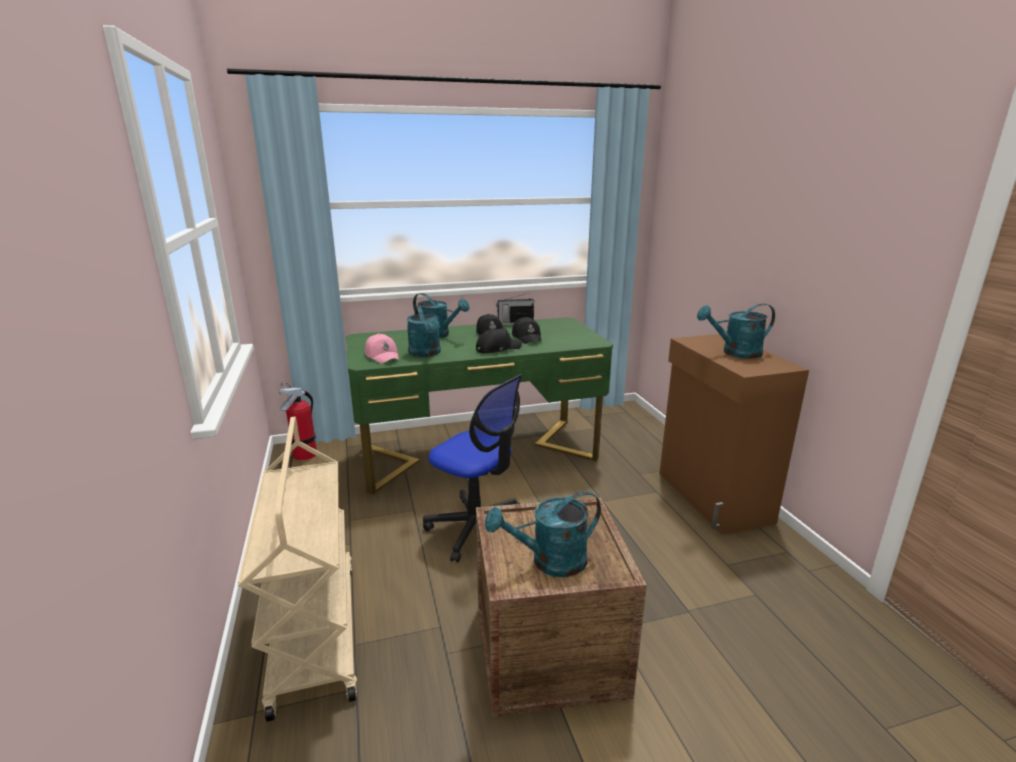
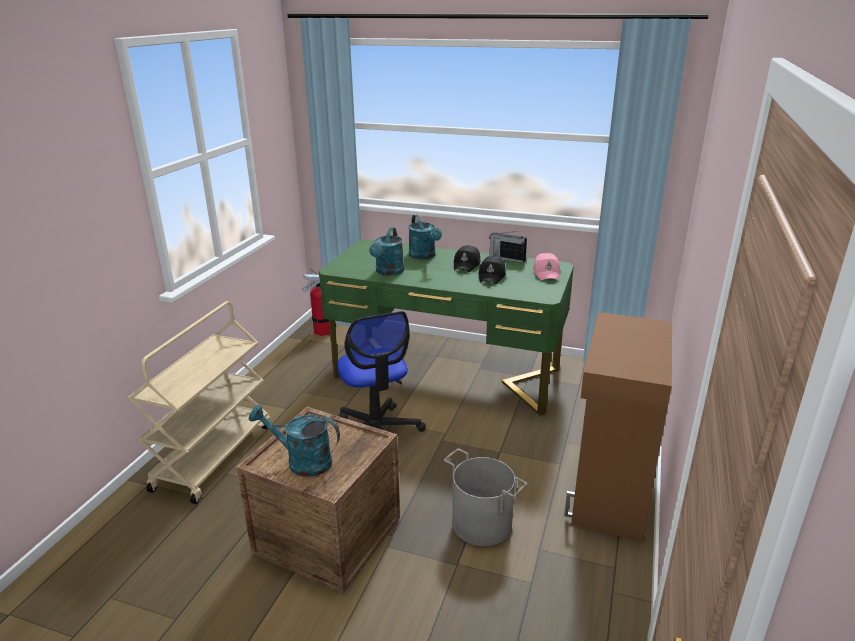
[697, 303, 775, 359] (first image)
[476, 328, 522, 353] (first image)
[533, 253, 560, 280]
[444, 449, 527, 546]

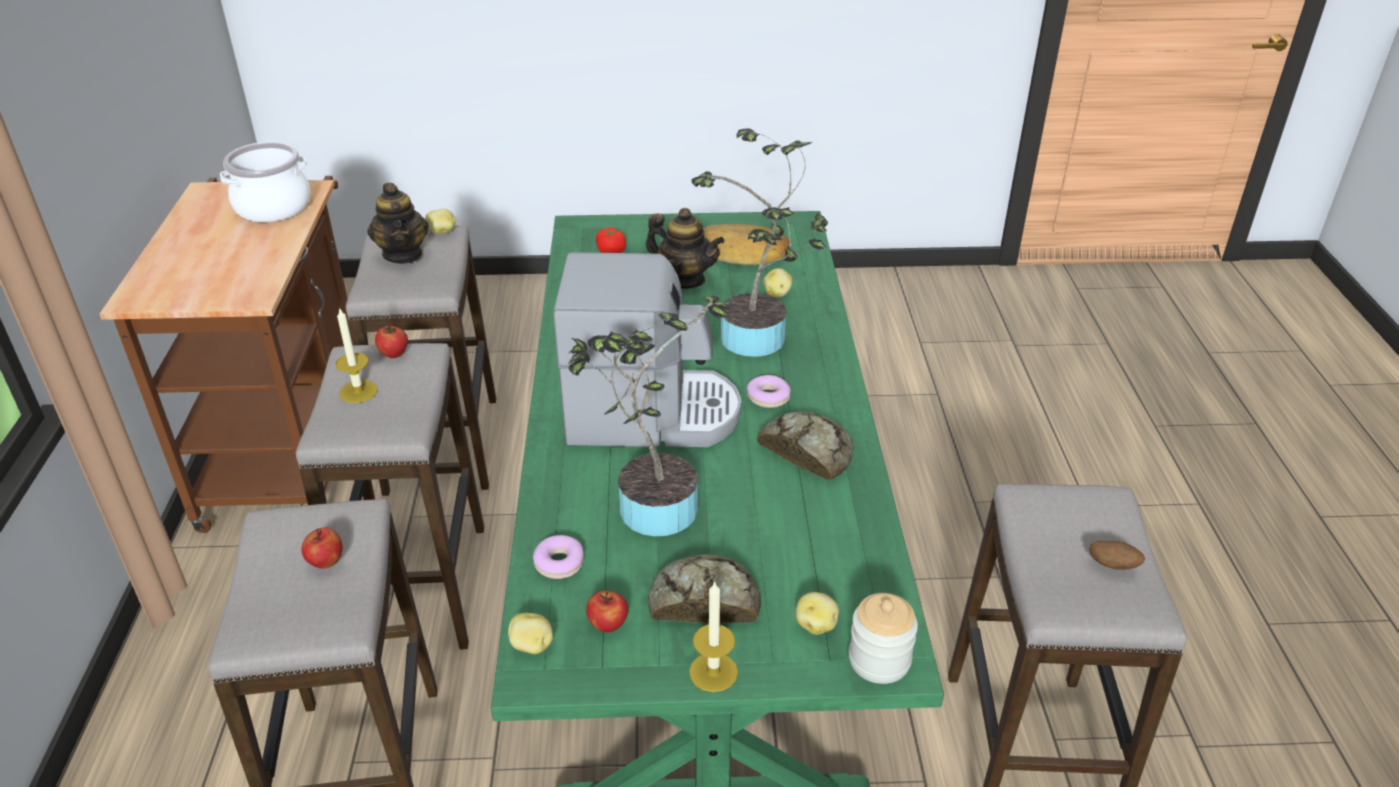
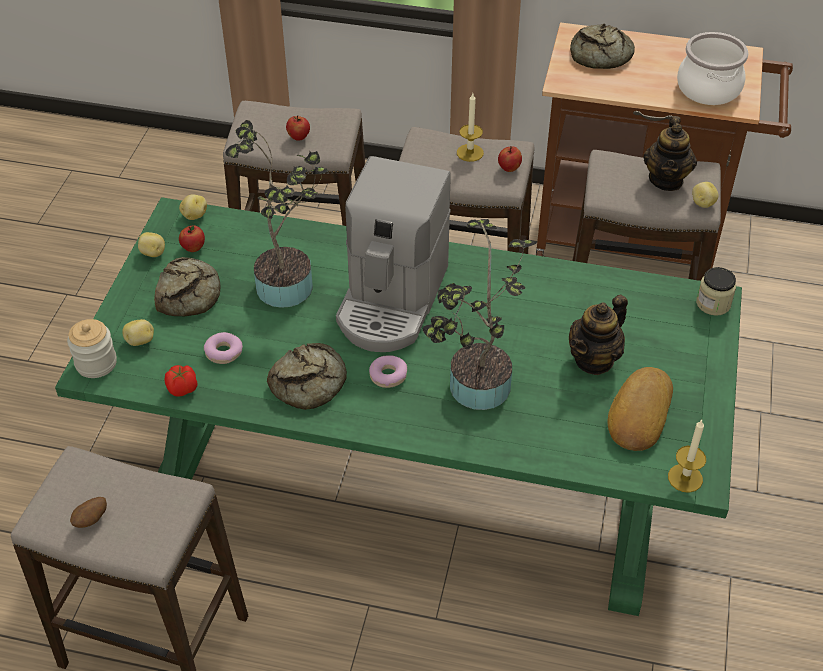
[643, 116, 697, 191]
[165, 364, 198, 397]
[138, 232, 165, 257]
[204, 332, 243, 364]
[668, 420, 706, 493]
[570, 23, 635, 69]
[696, 267, 736, 316]

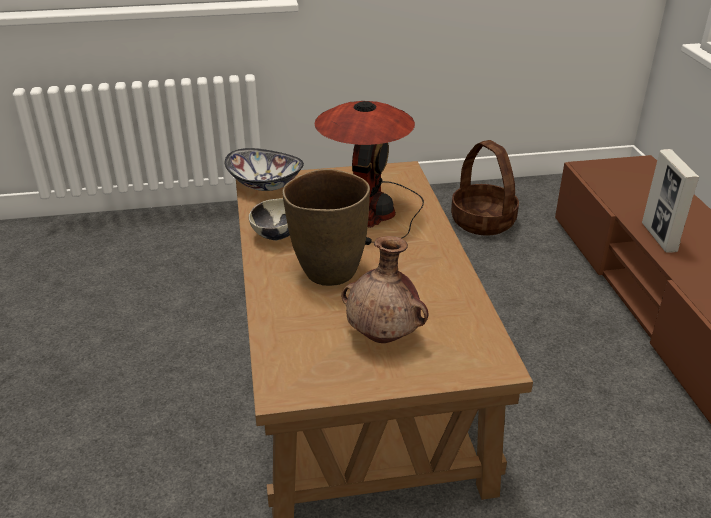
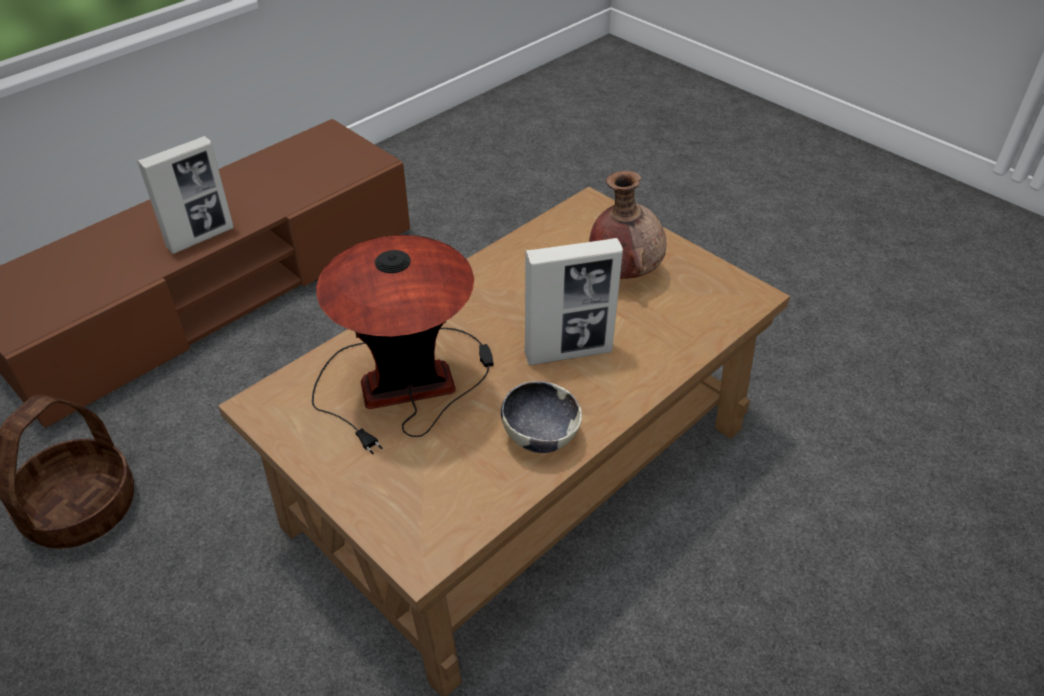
[225, 148, 304, 191] (first image)
[525, 238, 623, 365]

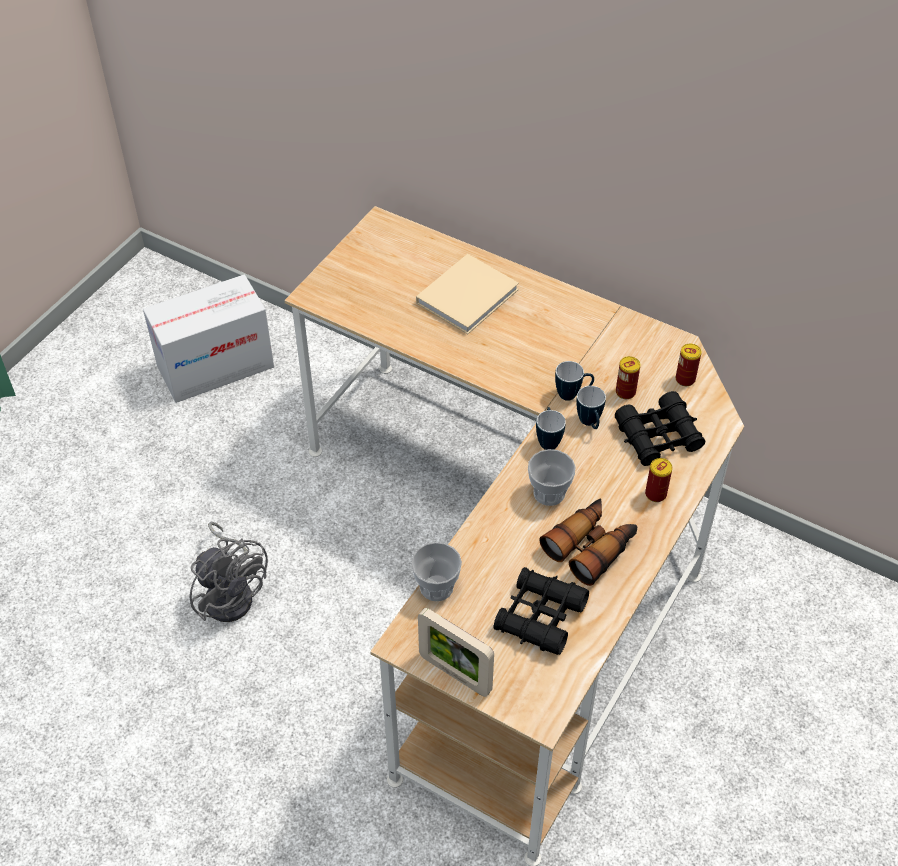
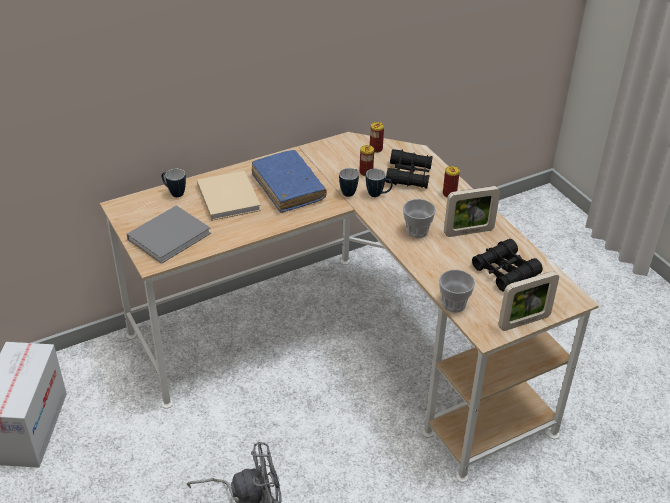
[162, 169, 186, 197]
[444, 186, 500, 237]
[252, 150, 327, 213]
[127, 205, 211, 264]

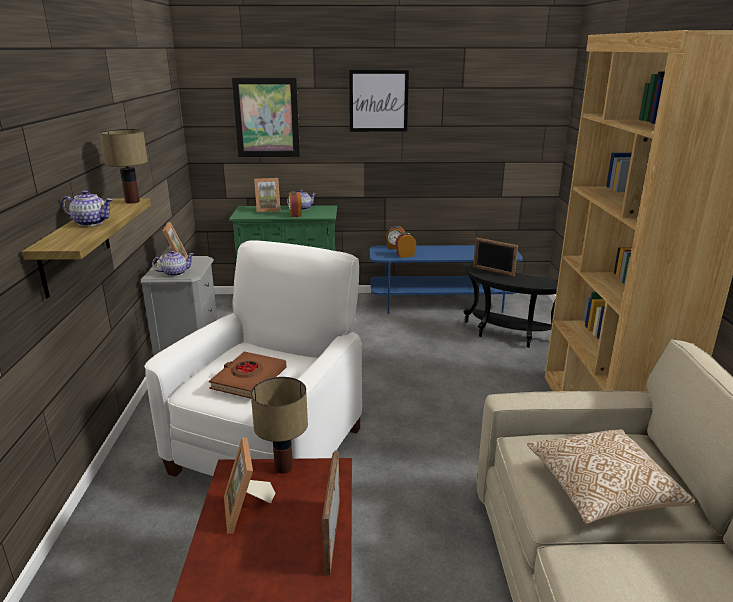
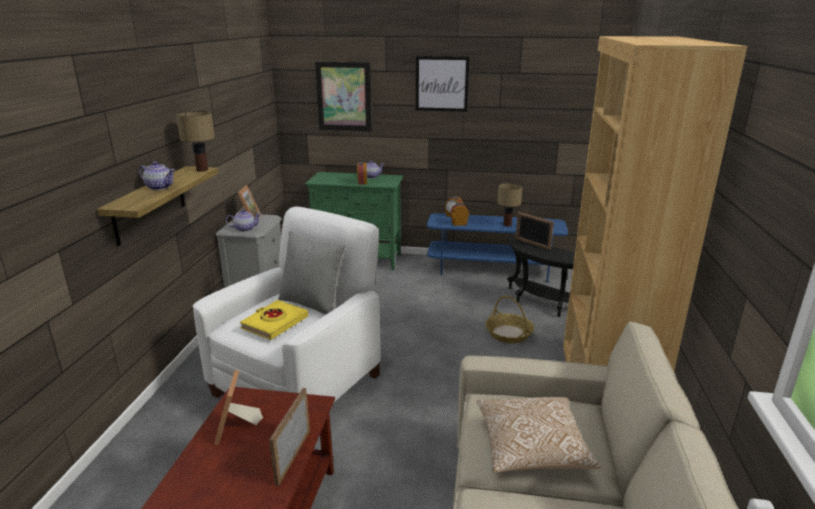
[254, 178, 281, 213] (first image)
[240, 300, 308, 340]
[497, 183, 522, 226]
[278, 231, 346, 315]
[486, 295, 534, 343]

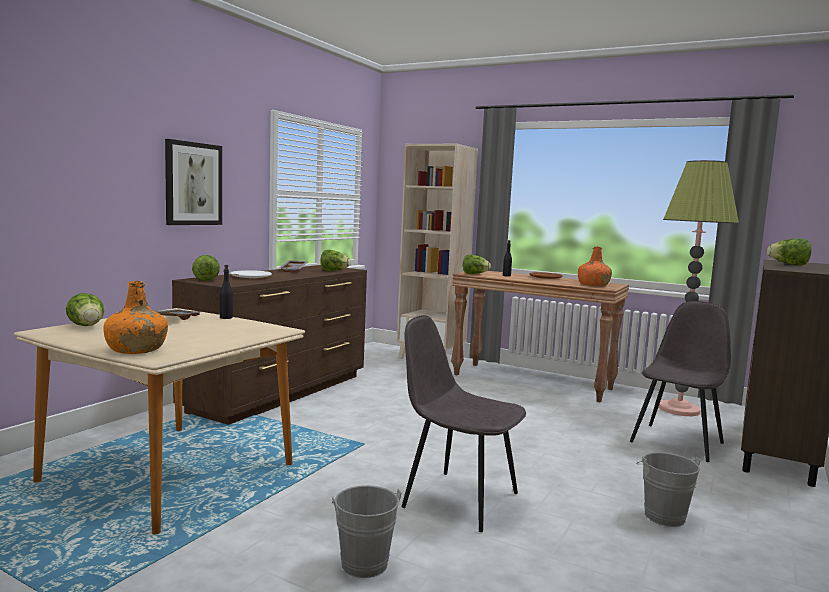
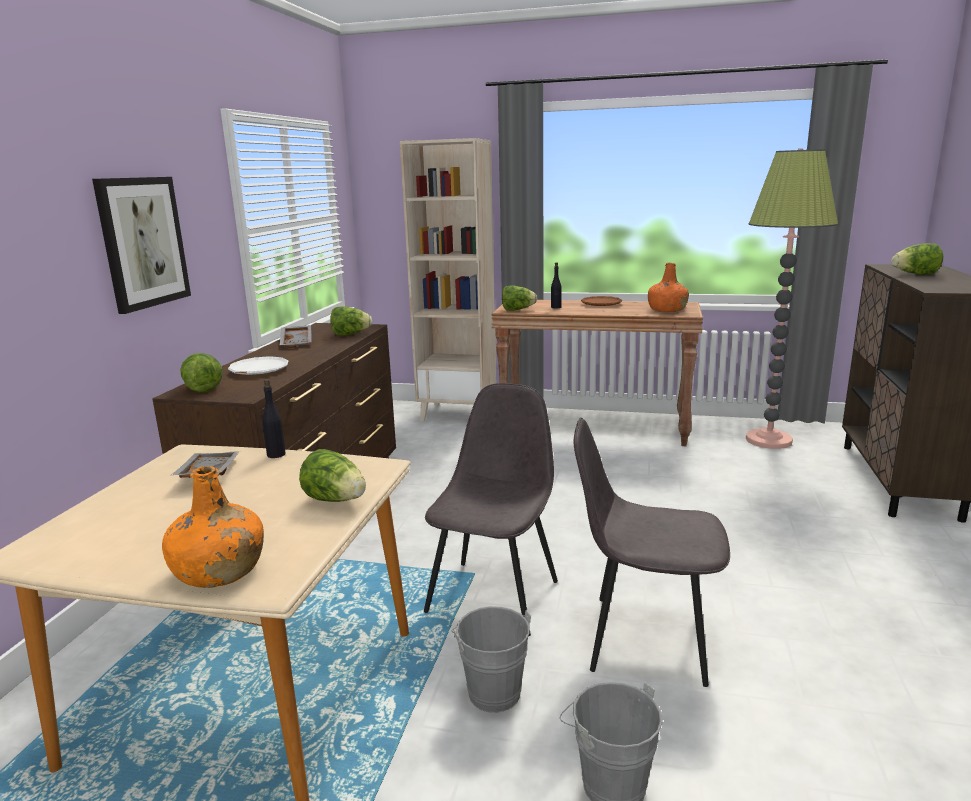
[299, 449, 366, 502]
[424, 383, 558, 636]
[452, 606, 531, 713]

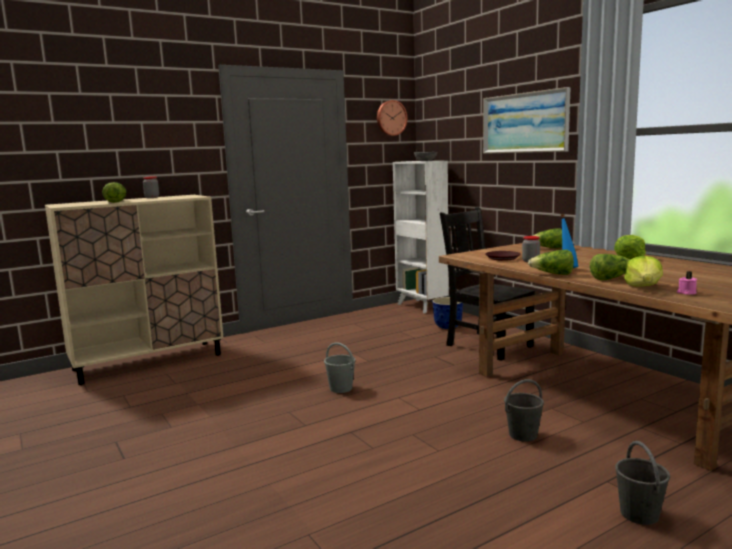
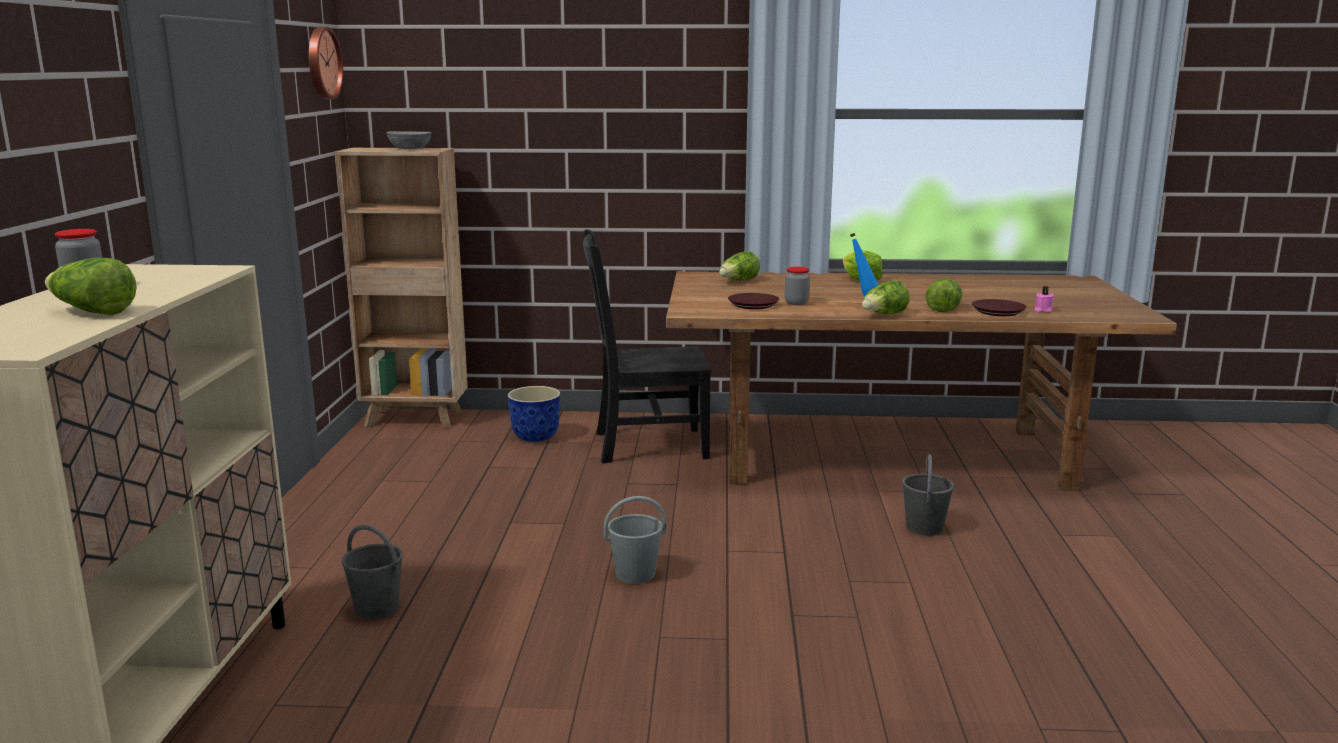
[483, 87, 571, 154] (first image)
[335, 148, 468, 429]
[972, 299, 1027, 316]
[341, 525, 403, 619]

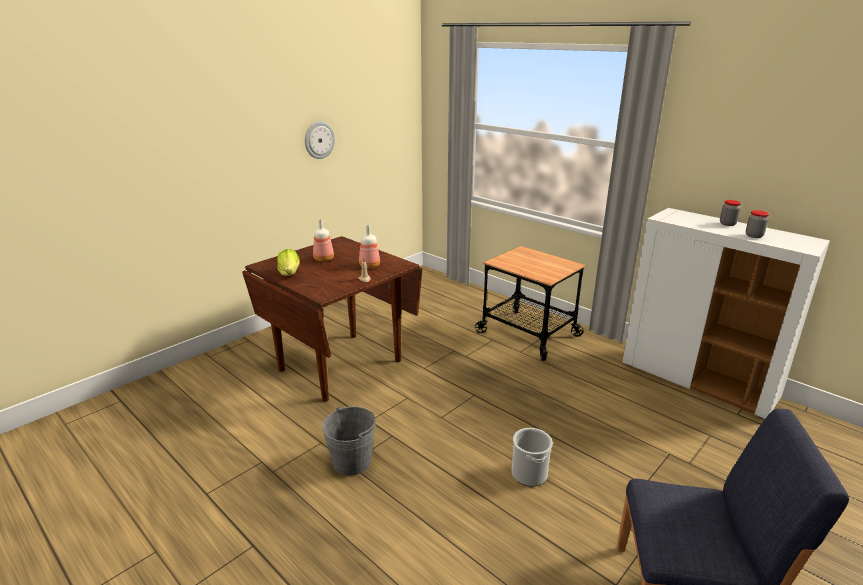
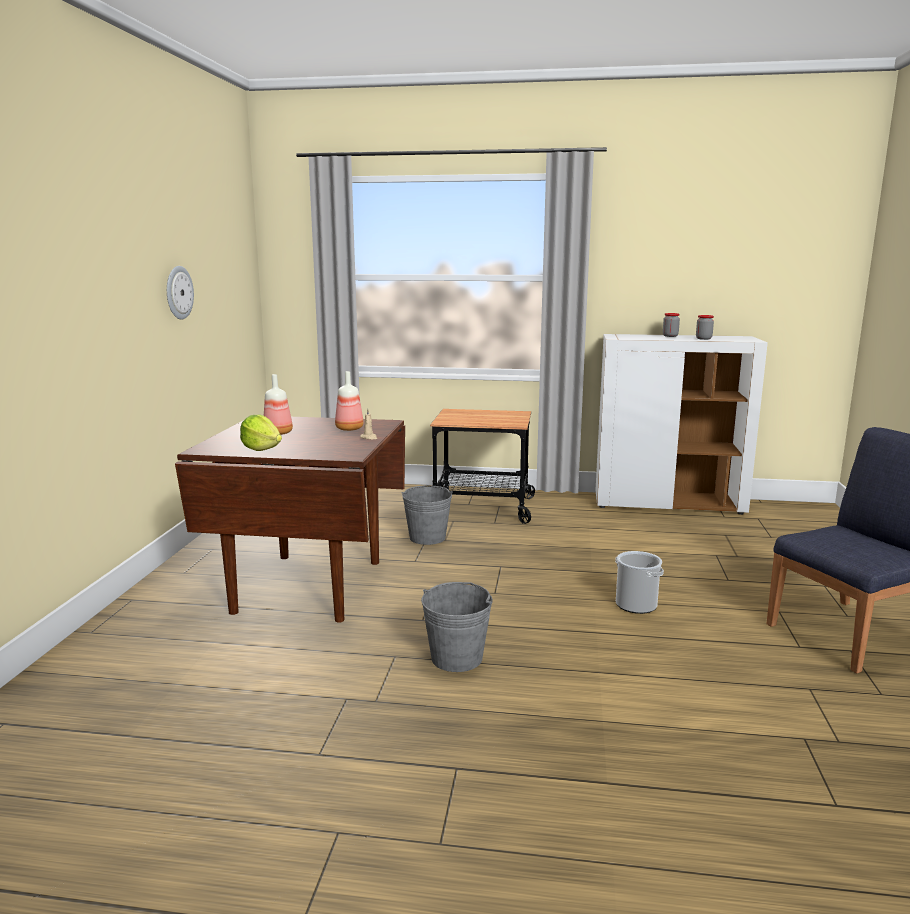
[401, 485, 453, 545]

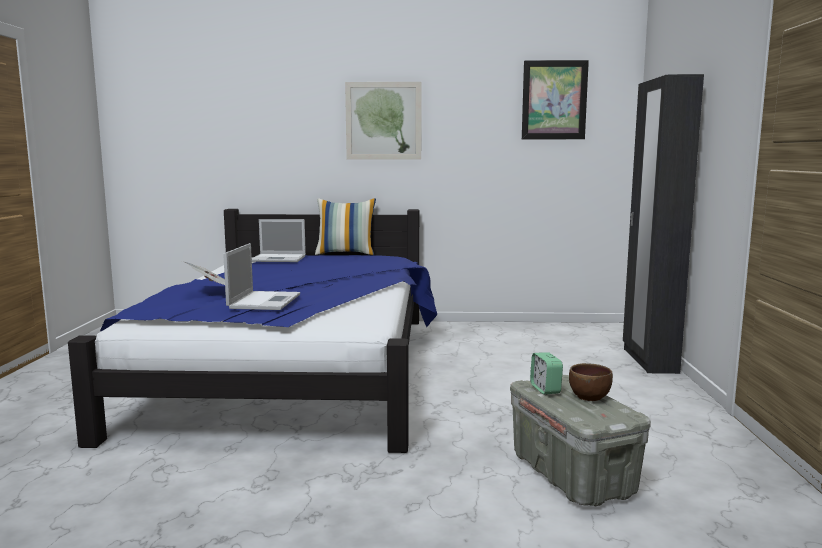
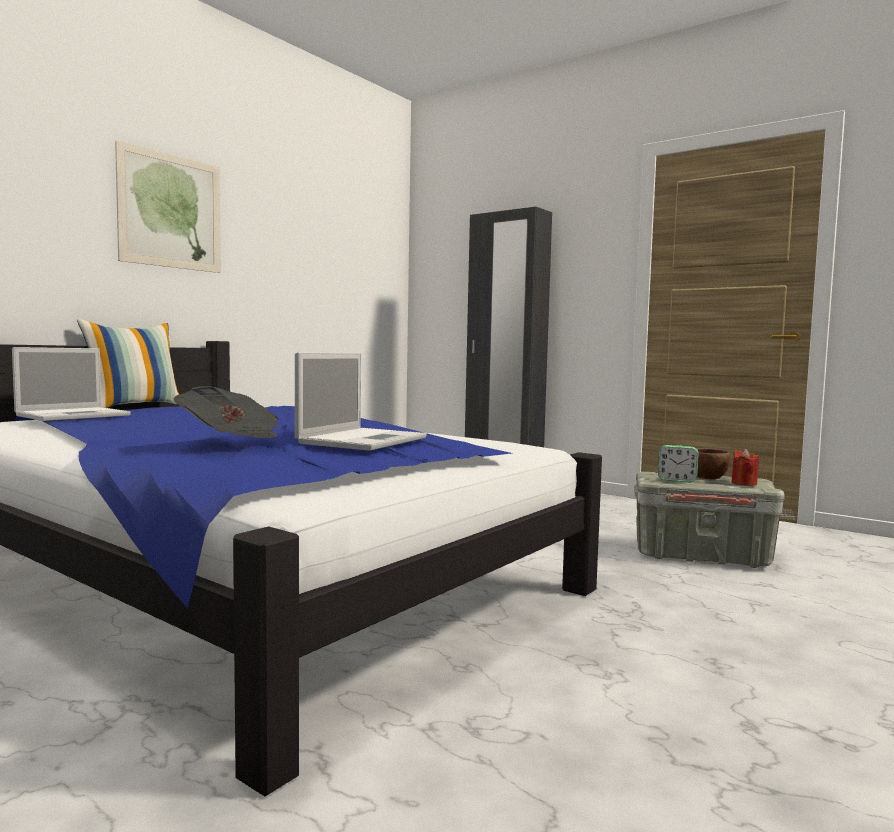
[522, 60, 589, 139] (first image)
[295, 352, 427, 451]
[732, 449, 759, 486]

